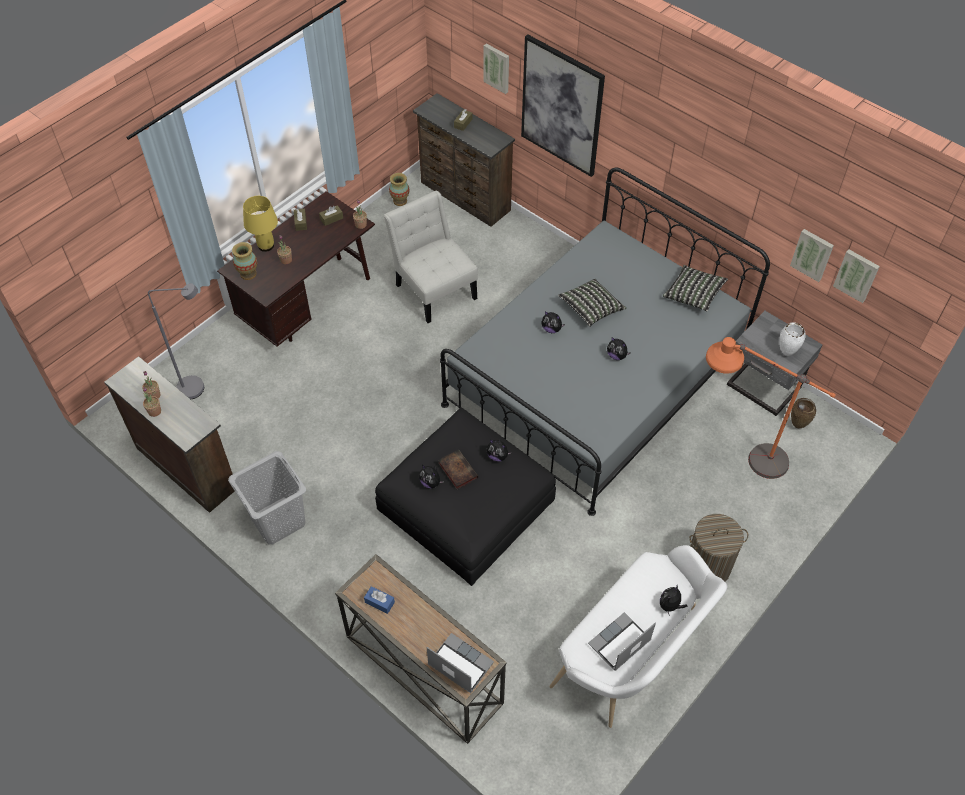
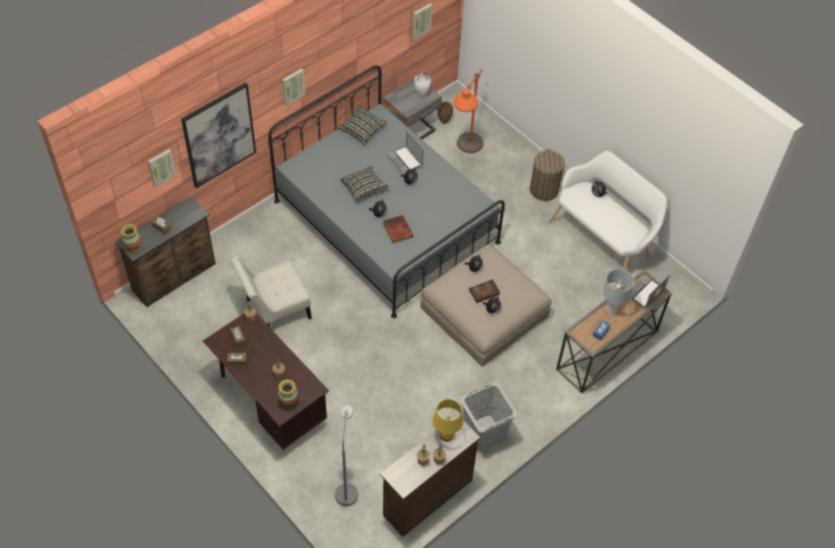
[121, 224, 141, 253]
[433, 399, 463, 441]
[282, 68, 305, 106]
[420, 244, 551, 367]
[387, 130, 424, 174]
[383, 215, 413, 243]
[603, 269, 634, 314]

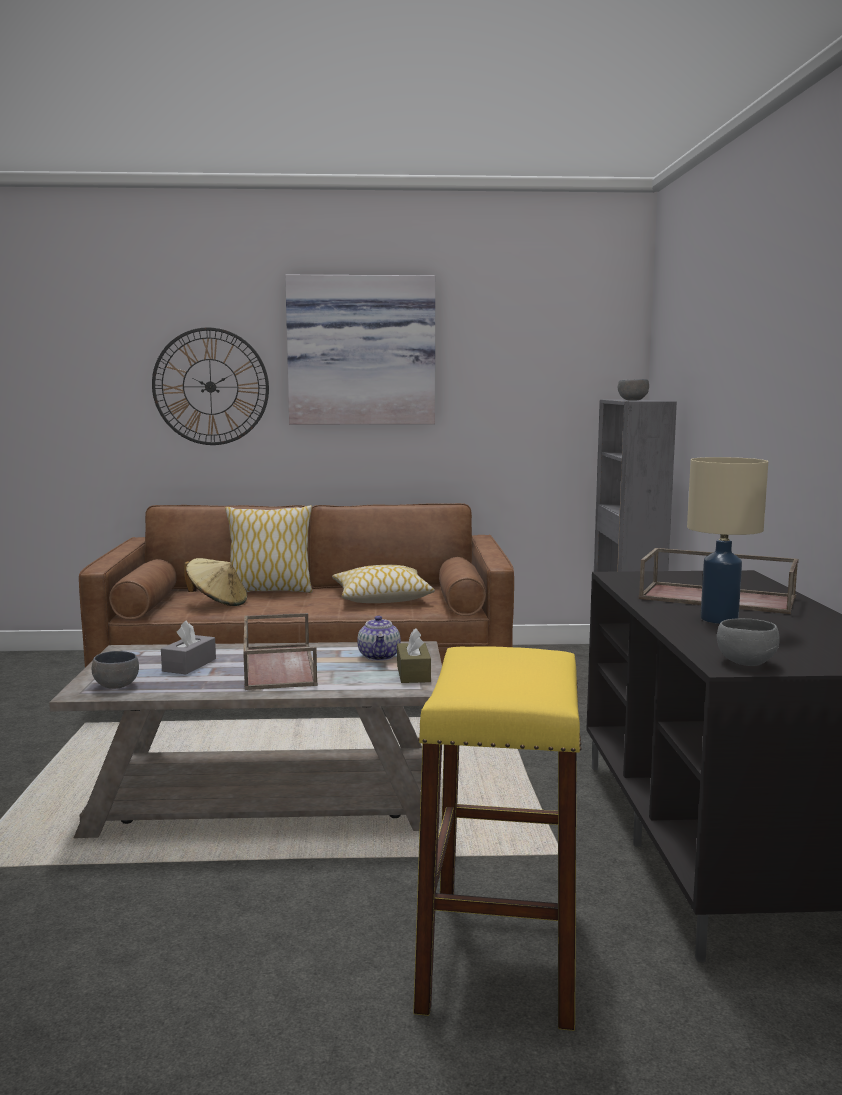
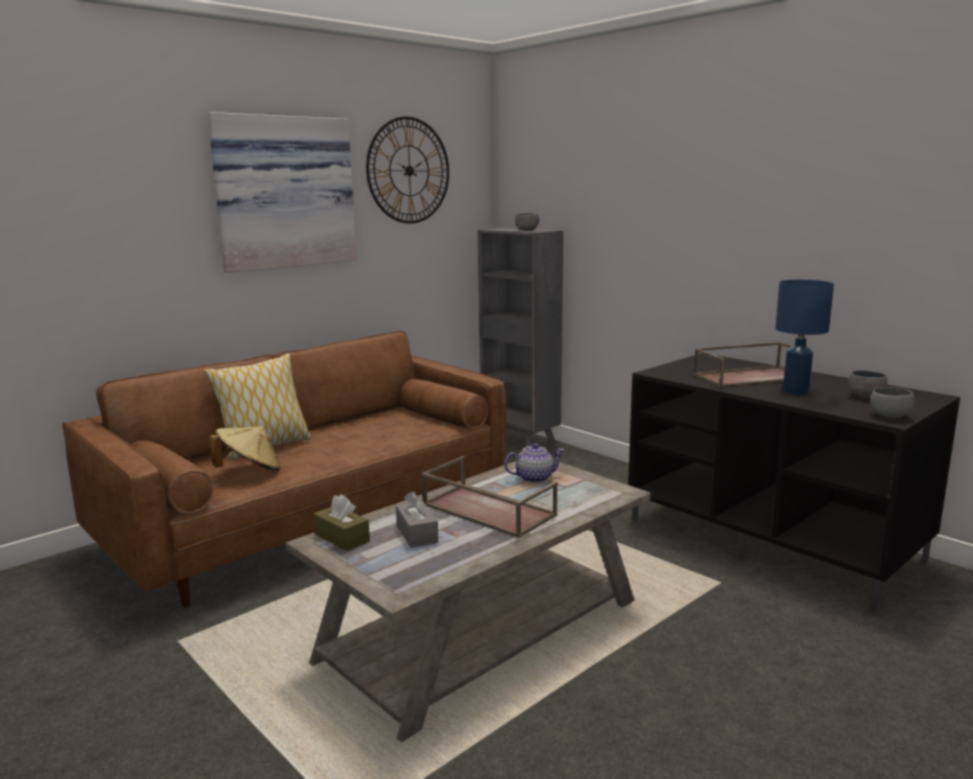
[366, 116, 449, 224]
[775, 280, 834, 395]
[332, 565, 435, 603] (first image)
[504, 443, 565, 483]
[314, 494, 370, 551]
[413, 646, 582, 1031] (first image)
[848, 370, 887, 398]

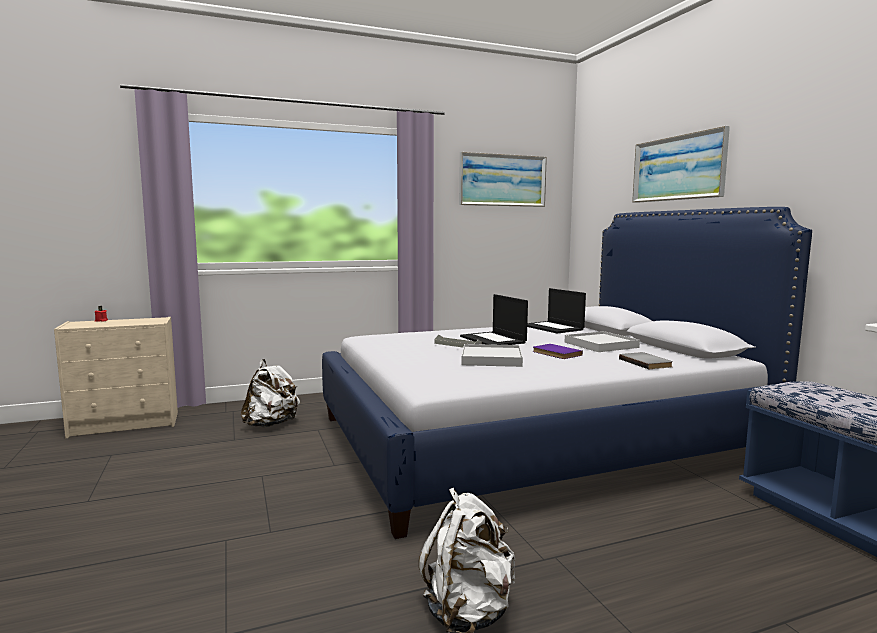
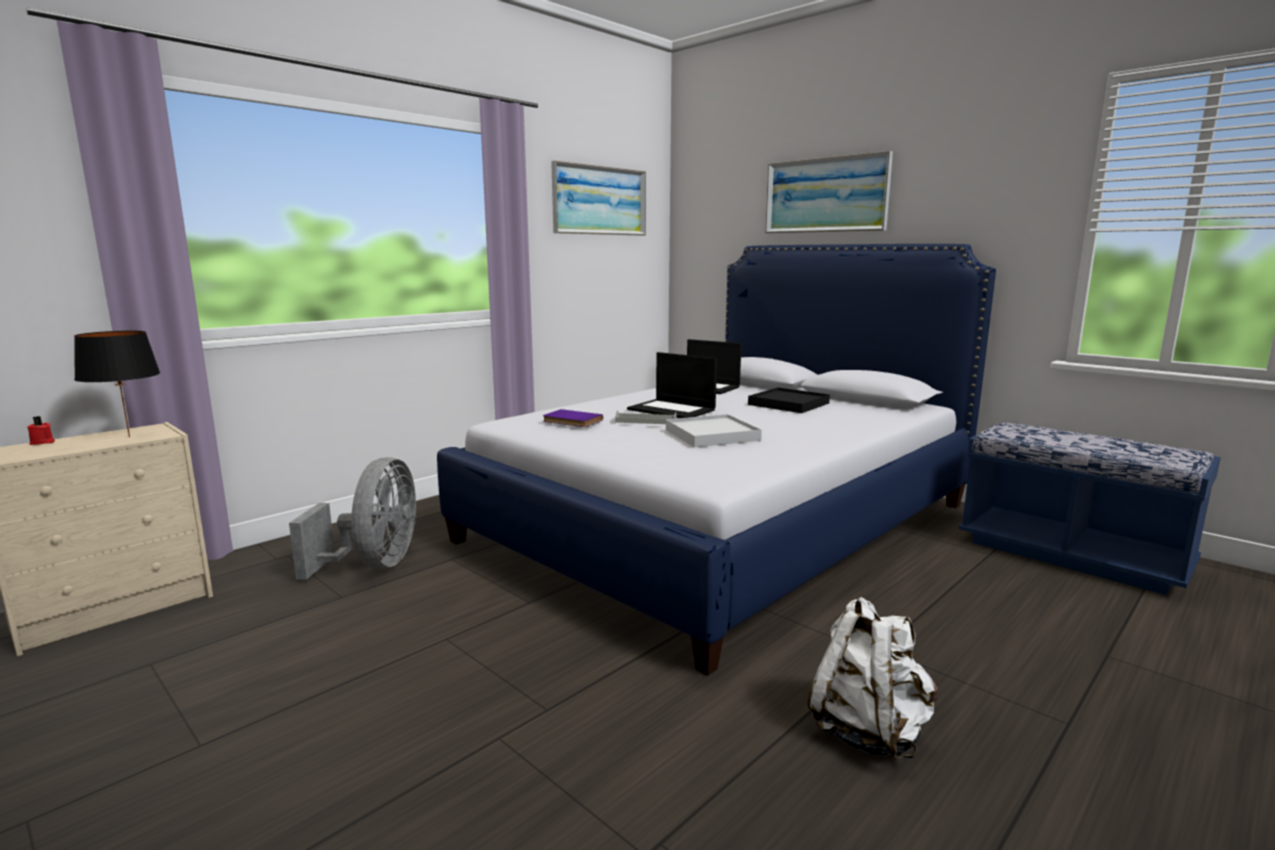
[748, 387, 830, 413]
[543, 409, 603, 427]
[619, 352, 673, 369] (first image)
[289, 457, 416, 580]
[74, 331, 160, 437]

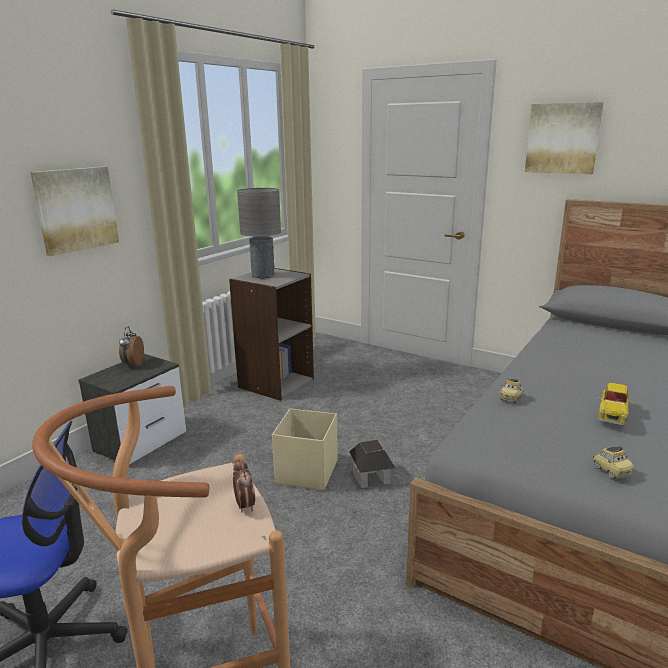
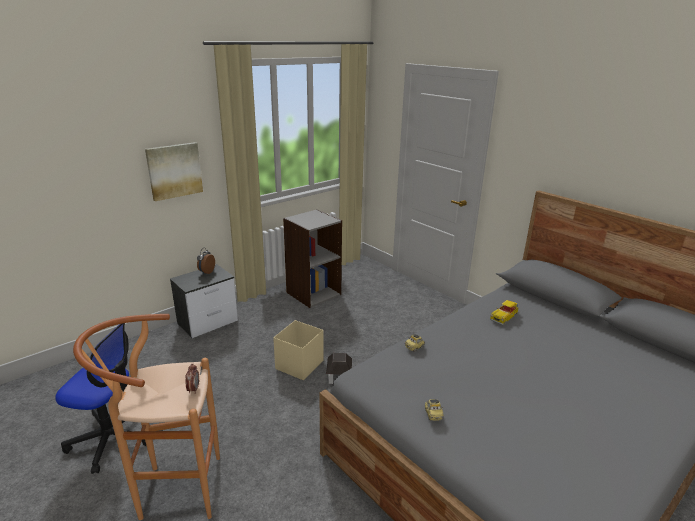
[525, 102, 604, 174] (first image)
[237, 188, 281, 279] (first image)
[490, 300, 518, 325]

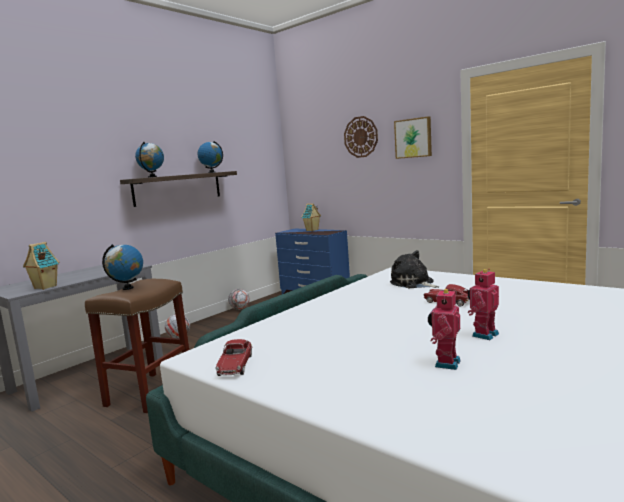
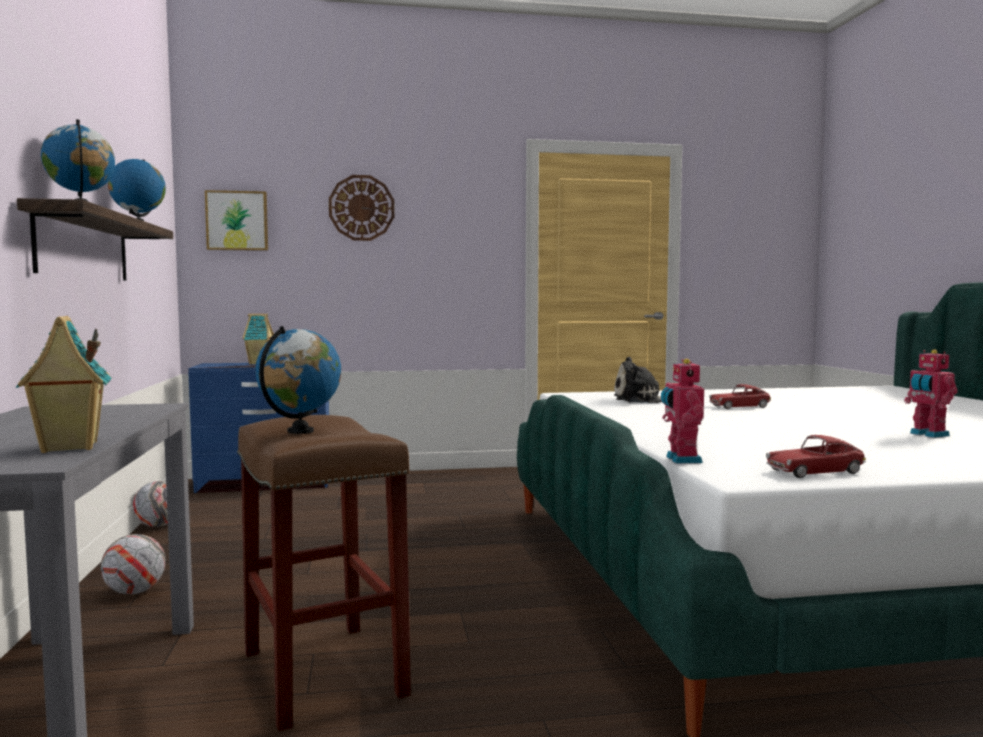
[205, 190, 268, 251]
[661, 359, 704, 463]
[766, 435, 866, 478]

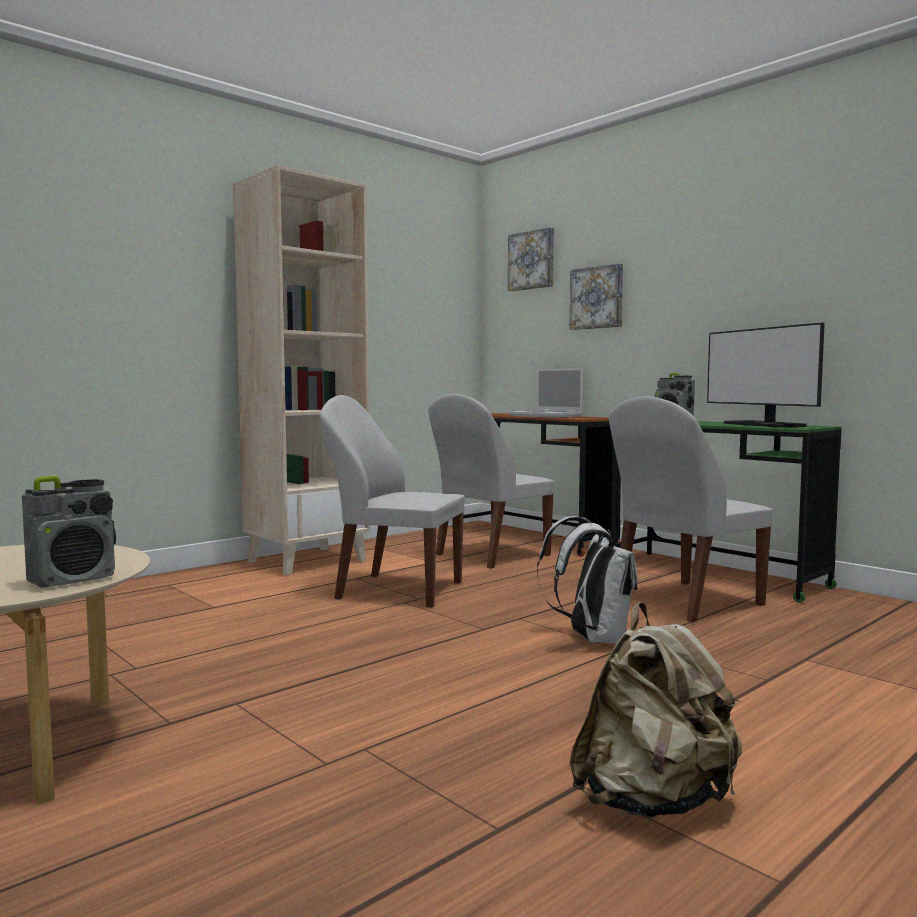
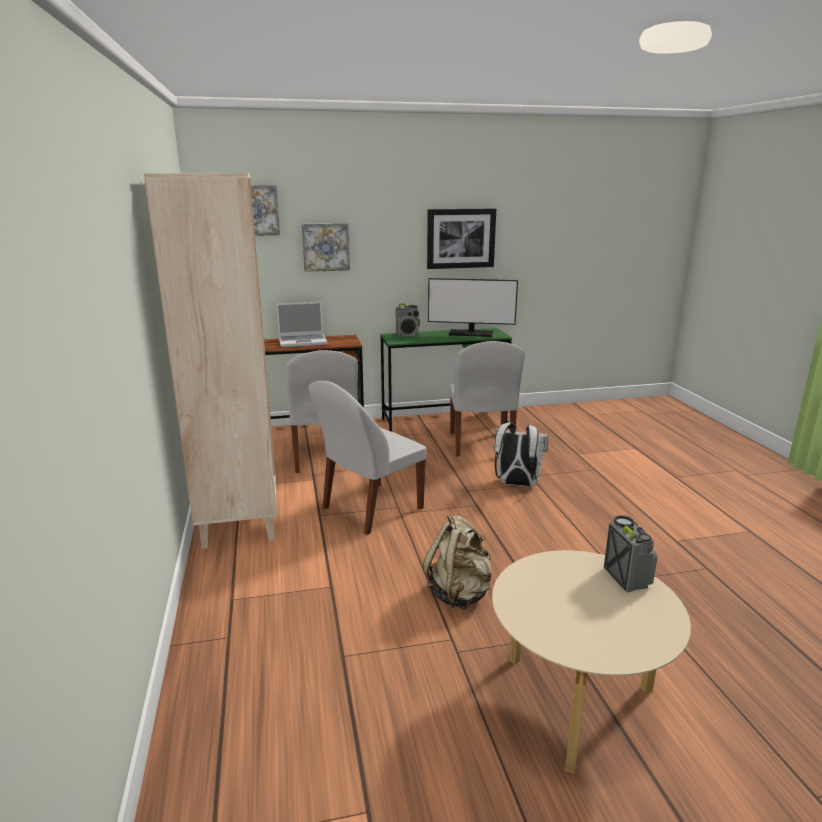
[423, 514, 492, 609]
[427, 209, 496, 269]

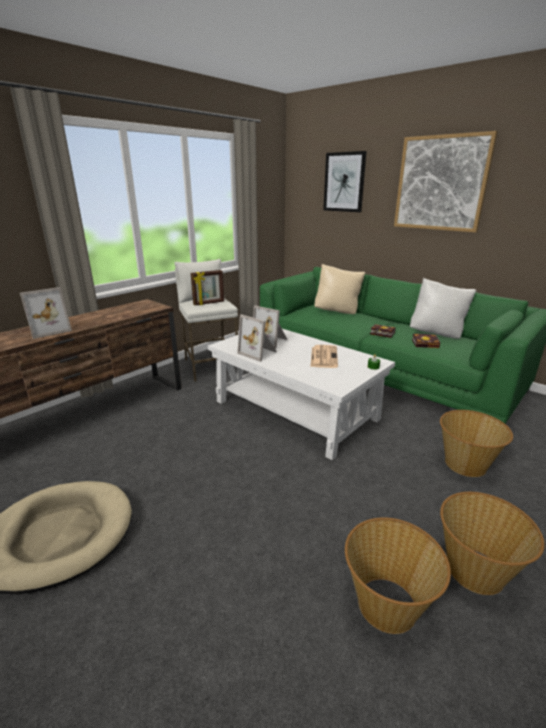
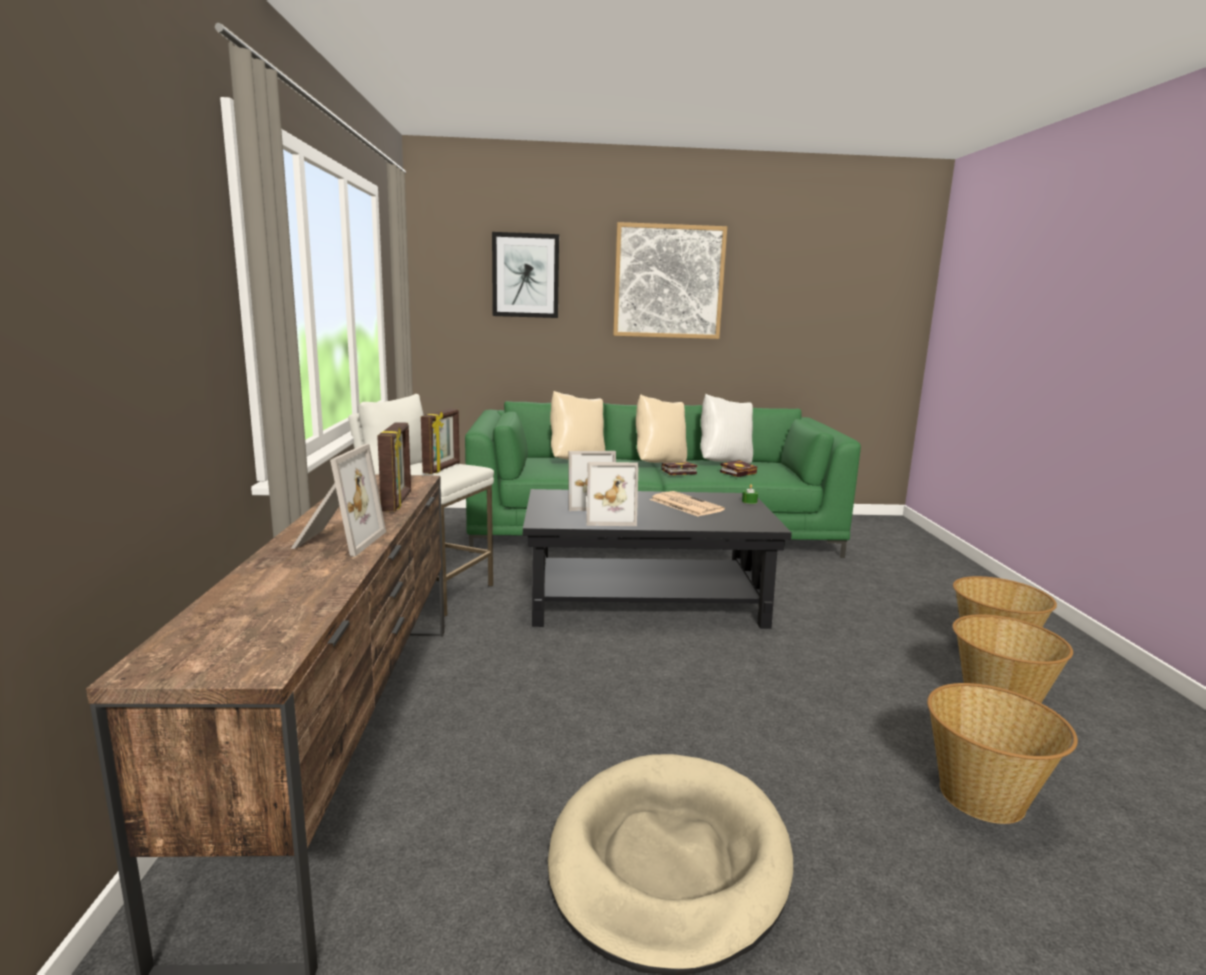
[523, 489, 792, 629]
[927, 683, 1078, 824]
[636, 394, 687, 463]
[377, 422, 411, 511]

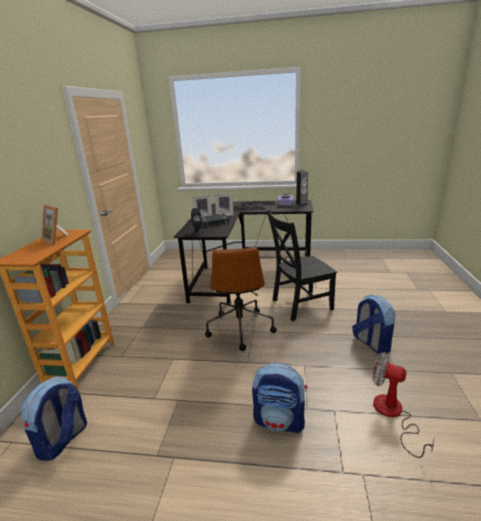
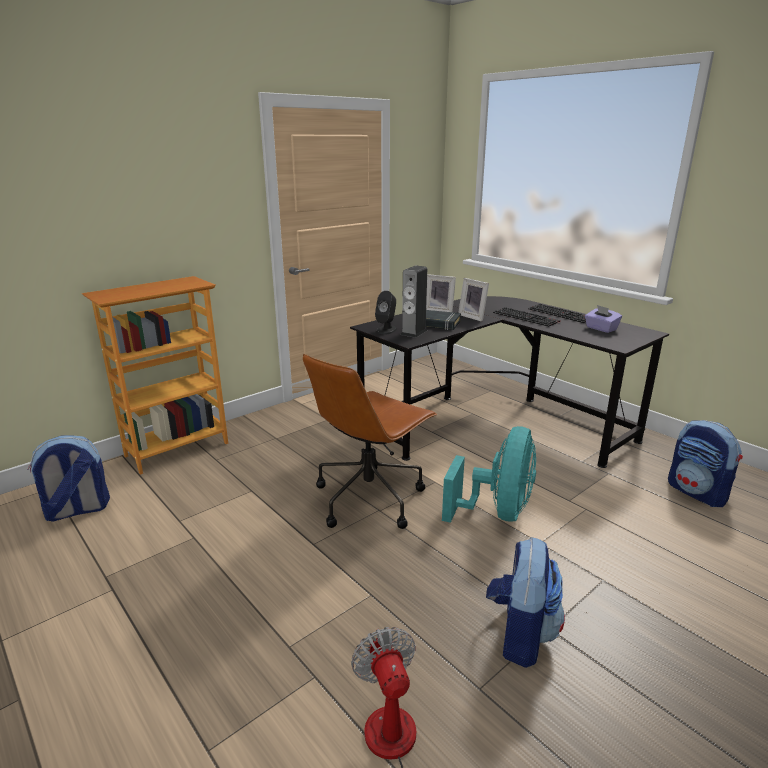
[401, 265, 427, 338]
[41, 204, 68, 245] (first image)
[442, 426, 536, 523]
[668, 420, 743, 507]

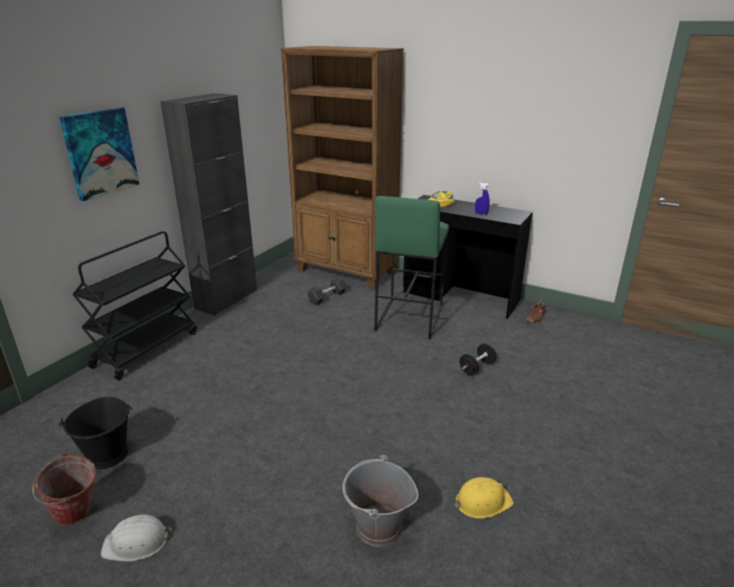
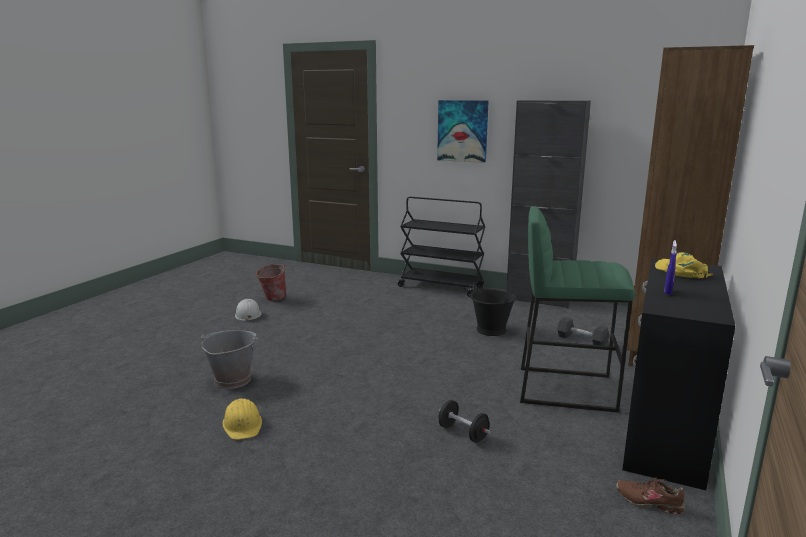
[470, 286, 517, 336]

